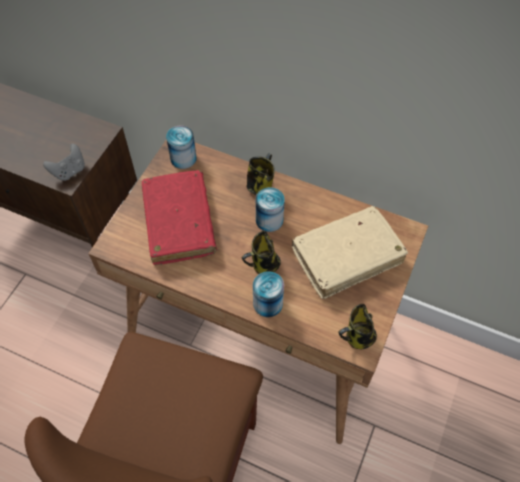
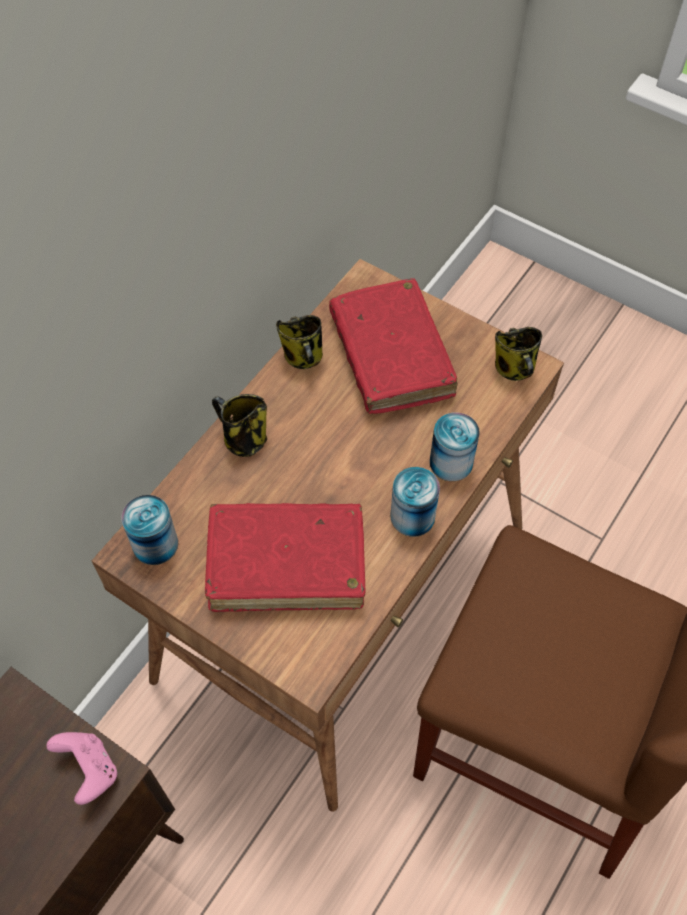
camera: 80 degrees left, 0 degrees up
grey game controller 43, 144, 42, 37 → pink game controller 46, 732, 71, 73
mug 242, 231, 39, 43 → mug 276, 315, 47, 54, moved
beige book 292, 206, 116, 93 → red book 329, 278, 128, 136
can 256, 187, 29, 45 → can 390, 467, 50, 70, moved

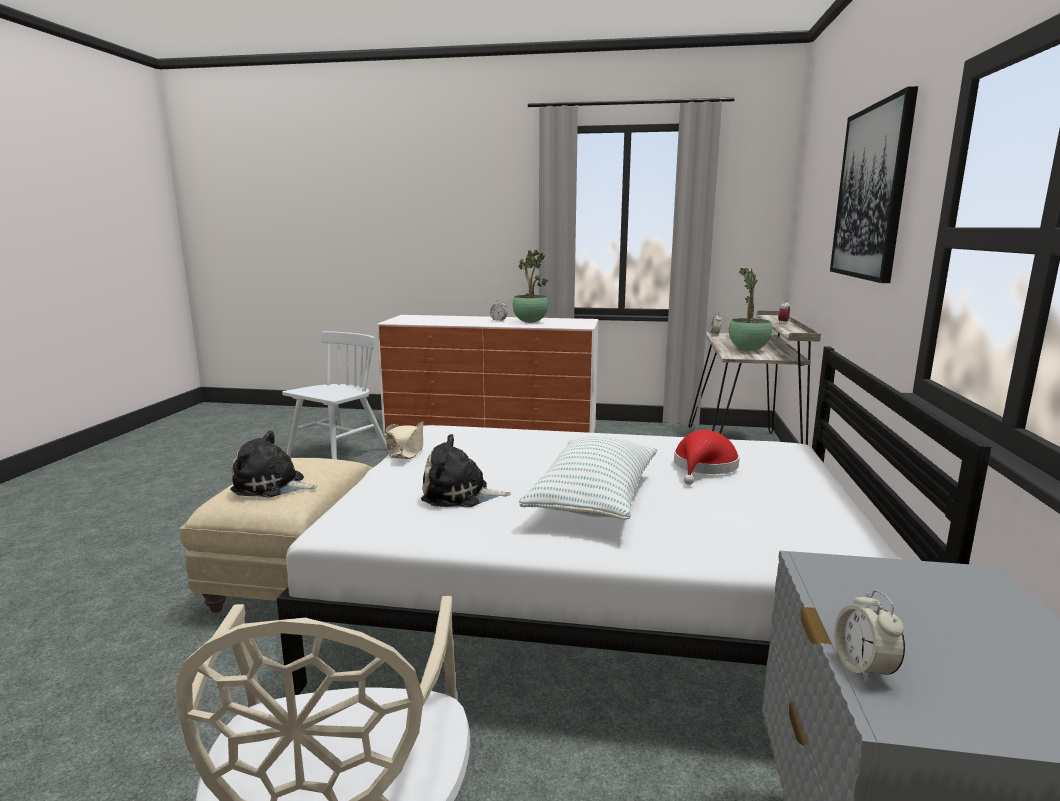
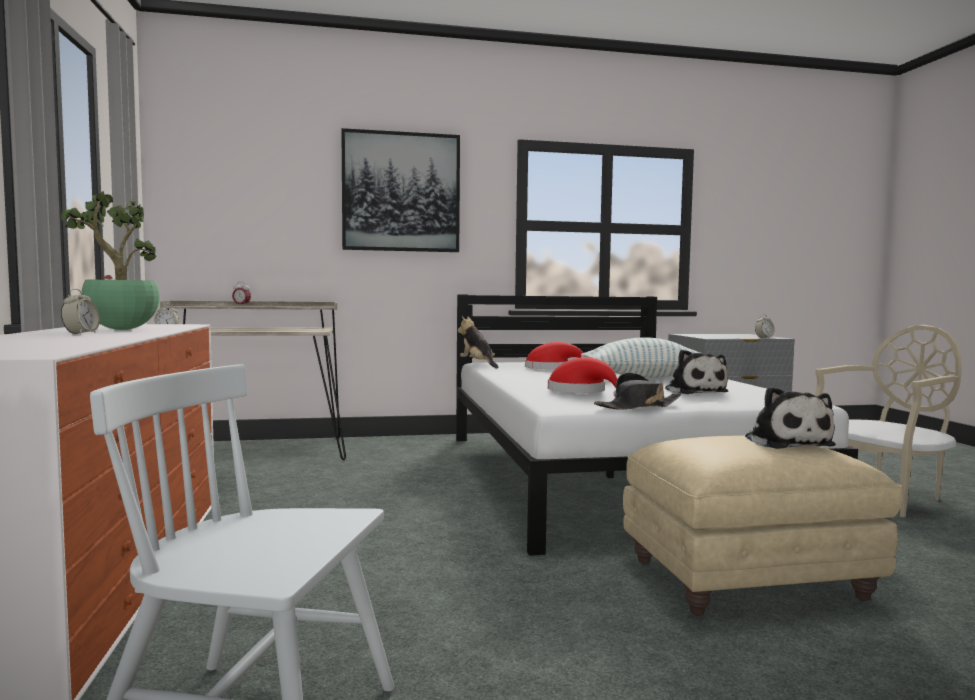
camera: 110 degrees left, 10 degrees down
- → plush toy 458, 316, 40, 52
- → red hat 548, 357, 69, 39
beige hat 386, 422, 37, 37 → black hat 594, 373, 87, 37
potted plant 729, 268, 43, 83 → -

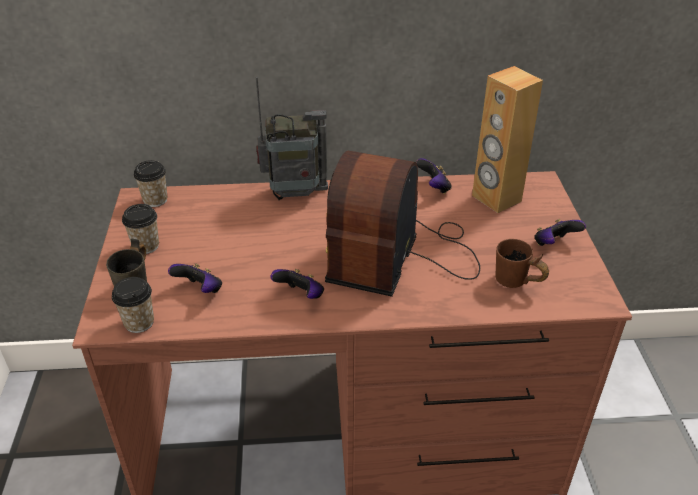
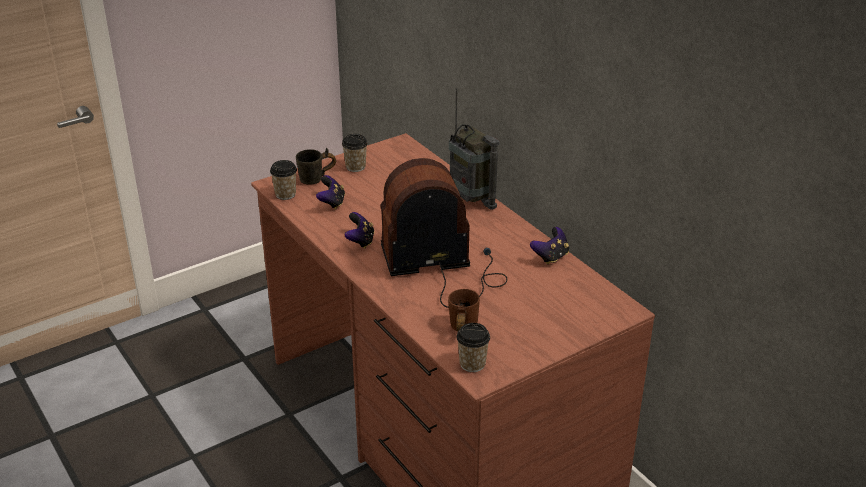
camera: 60 degrees right, 5 degrees down
cup 134, 160, 34, 47 → cup 456, 323, 34, 49, moved
brown speaker 472, 66, 71, 147 → -
game controller 534, 219, 52, 27 → -

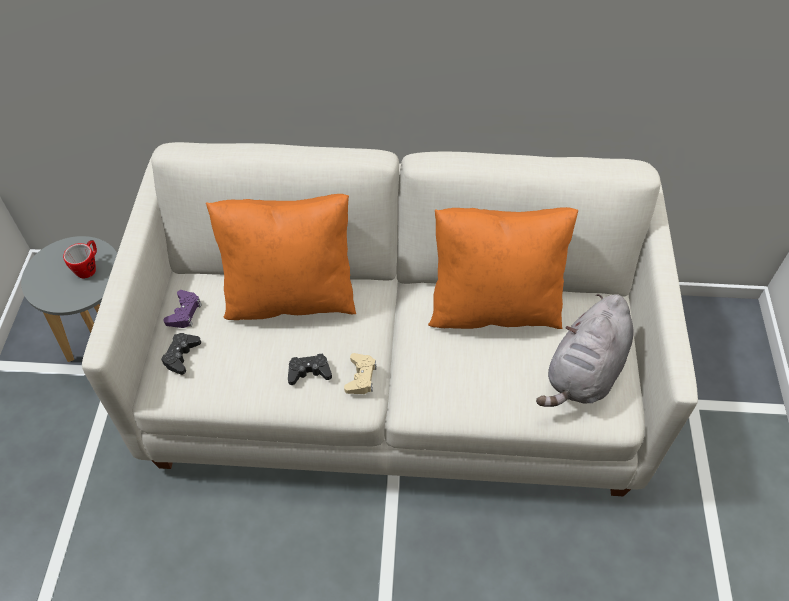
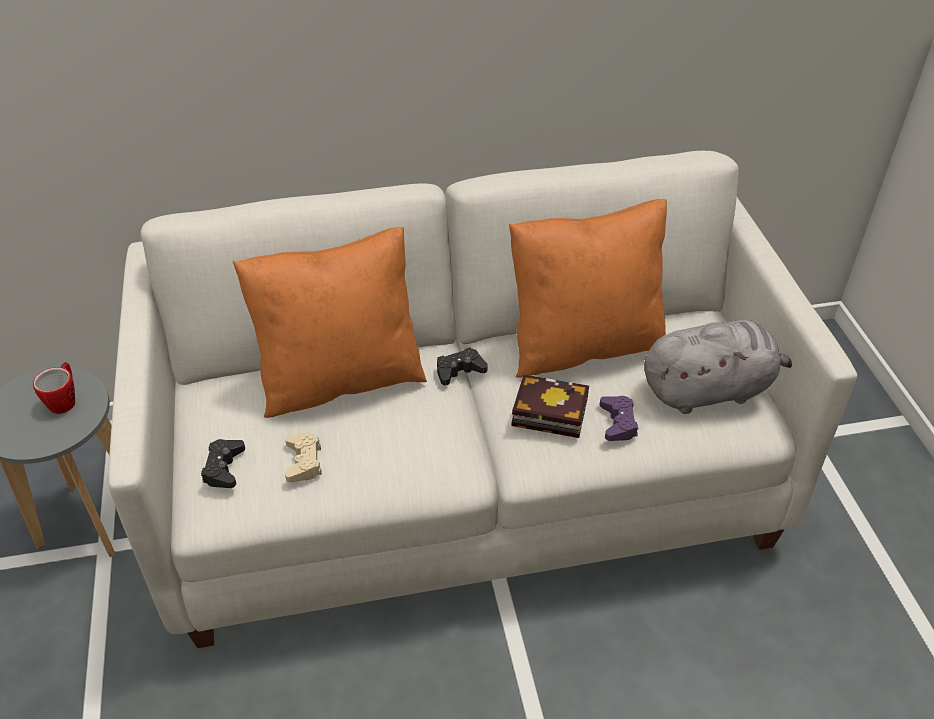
camera: 15 degrees left, 10 degrees down
beige game controller 344, 353, 33, 41 → beige game controller 285, 433, 37, 49, moved
black game controller 288, 353, 44, 32 → black game controller 437, 347, 51, 38, moved
- → book 511, 374, 78, 64
purple game controller 164, 290, 38, 38 → purple game controller 599, 396, 39, 45, moved
grey plush toy 536, 294, 98, 113 → grey plush toy 644, 320, 148, 94, 120 degrees counterclockwise

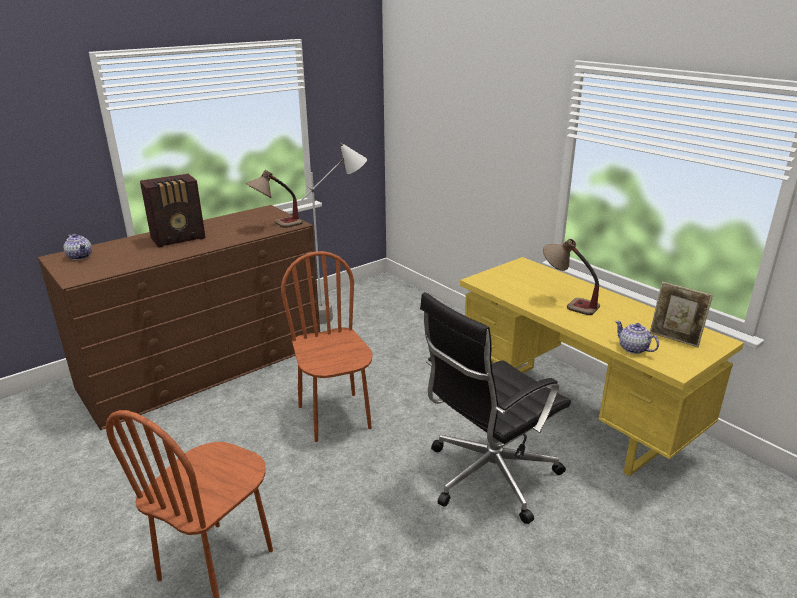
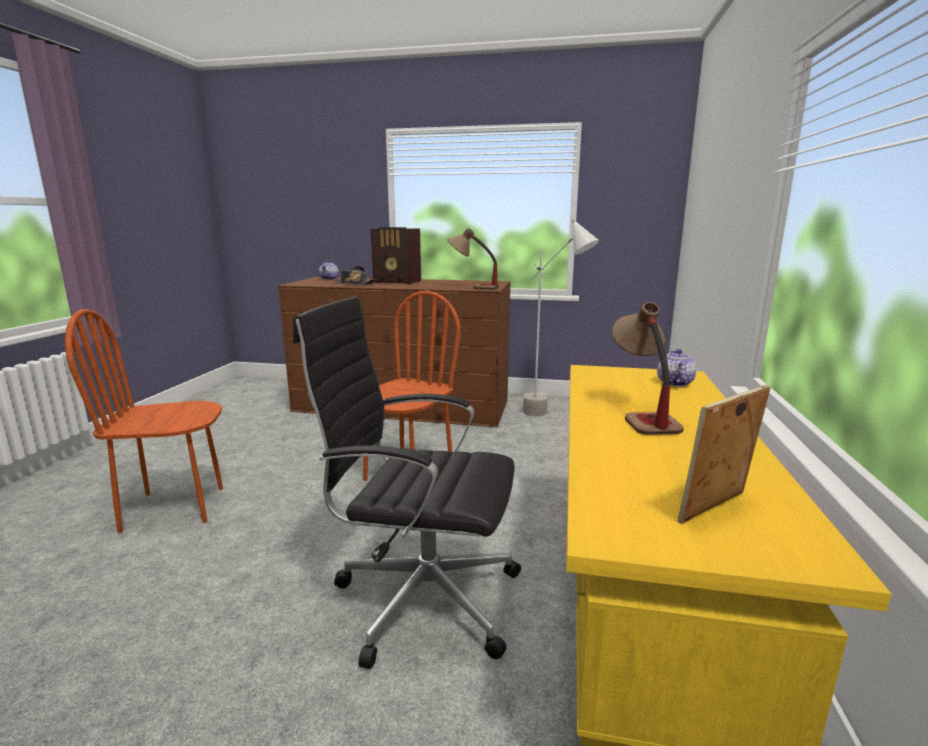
camera: 50 degrees right, 10 degrees down
- → black hat 333, 266, 43, 19
teapot 615, 321, 44, 33 → teapot 657, 349, 39, 38, moved
picture frame 650, 282, 63, 65 → picture frame 678, 385, 93, 139, 60 degrees clockwise

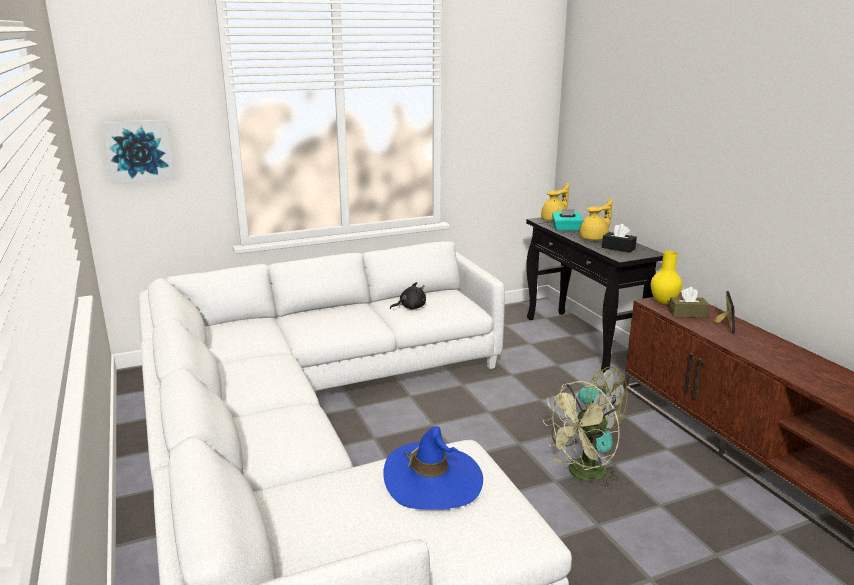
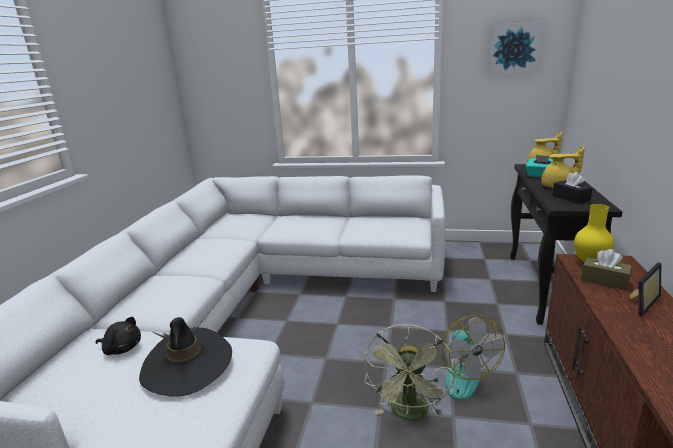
camera: 35 degrees right, 0 degrees up
black plush toy 390, 282, 36, 28 → black plush toy 96, 317, 45, 38, moved
blue hat 383, 426, 100, 84 → black hat 139, 317, 93, 80
green fan 543, 381, 77, 108 → green fan 364, 324, 91, 97, 75 degrees counterclockwise
picture 101, 119, 74, 65 → picture 489, 21, 54, 54, moved

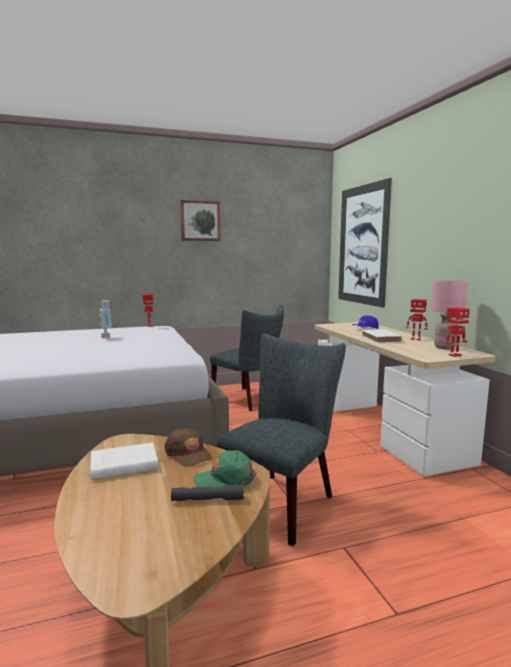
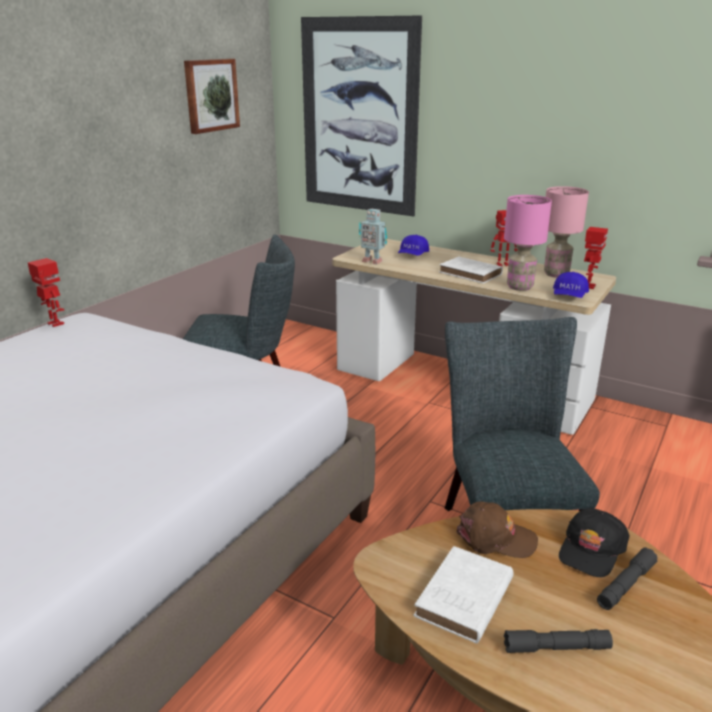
camera: 40 degrees left, 15 degrees up
picture 180, 200, 40, 41 → picture 184, 59, 56, 75, moved
toy robot 99, 301, 15, 37 → toy robot 359, 209, 28, 55, moved
- → pink table lamp 504, 195, 48, 96
- → grey flashlight 504, 629, 109, 24
- → blue cap 553, 272, 36, 26
green cap 194, 450, 63, 38 → black cap 559, 508, 70, 69

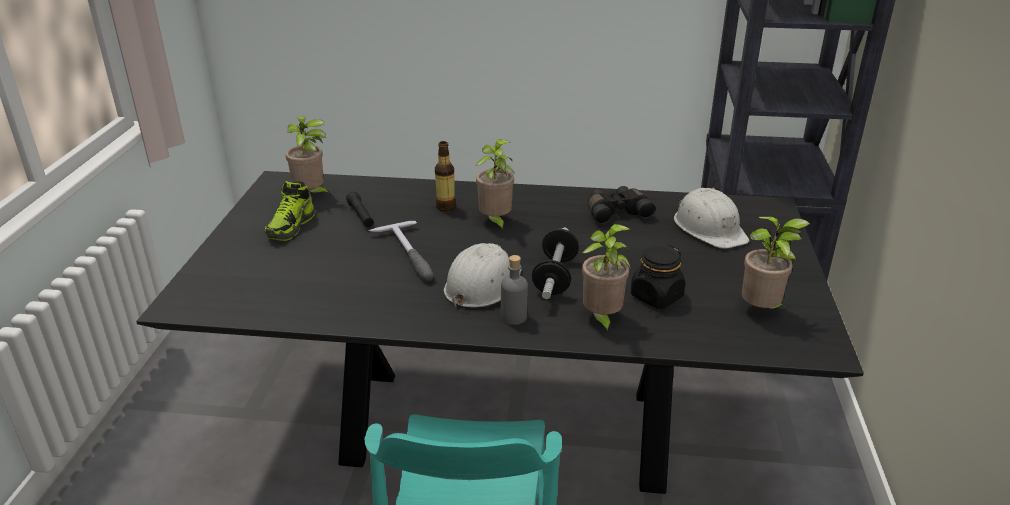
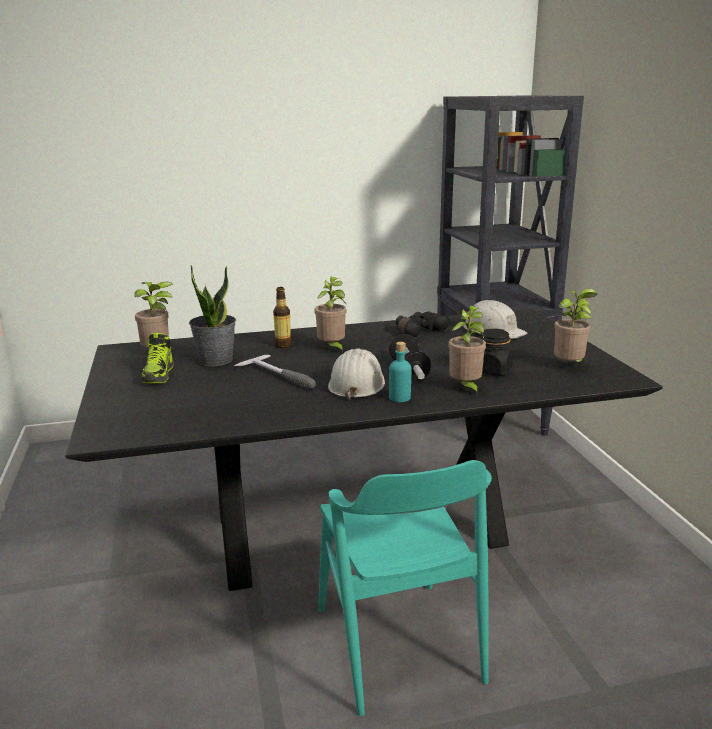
camera: 20 degrees left, 10 degrees down
black flashlight 346, 192, 28, 35 → potted plant 189, 265, 47, 101
grey bottle 501, 255, 27, 70 → turquoise bottle 389, 342, 22, 60

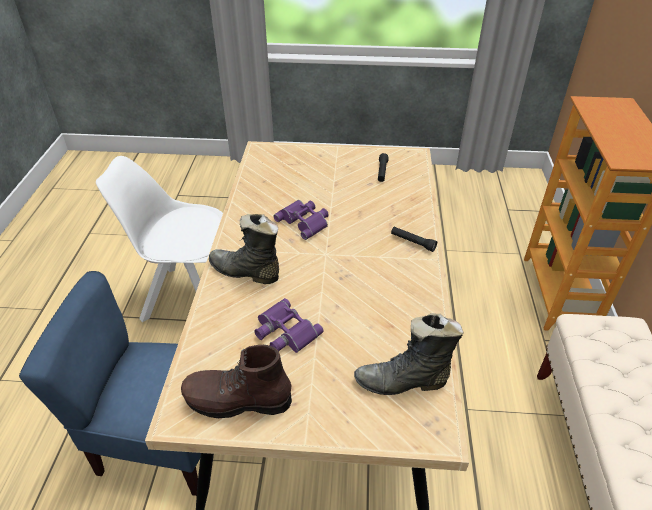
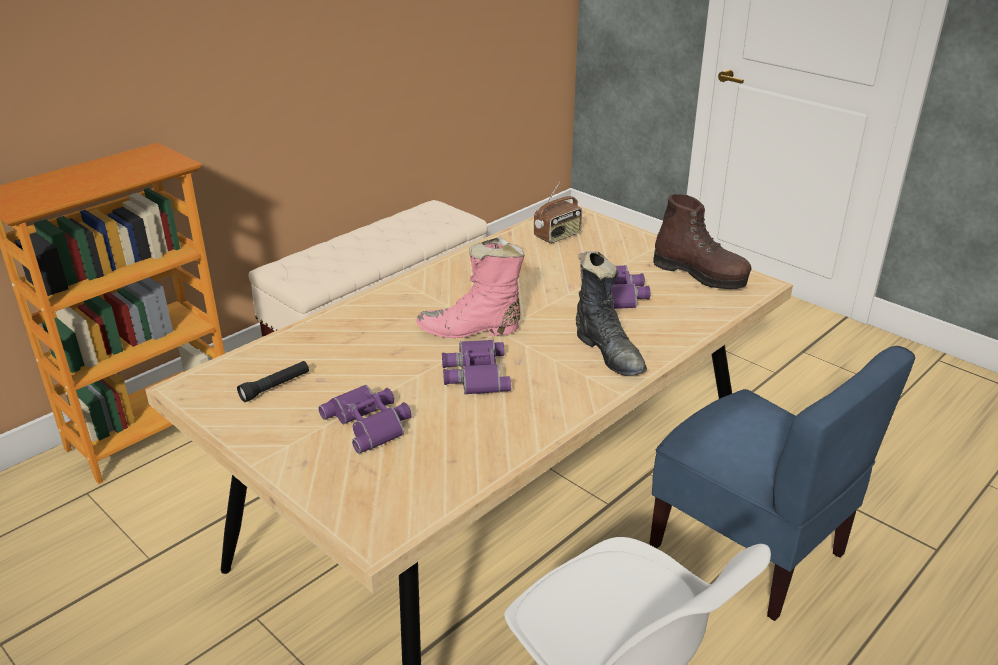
camera: 140 degrees left, 10 degrees down
- → purple binoculars 318, 385, 94, 69
- → pink boot 416, 236, 109, 102
black boot 354, 314, 110, 81 → radio 534, 181, 48, 62
black flashlight 391, 227, 46, 25 → -

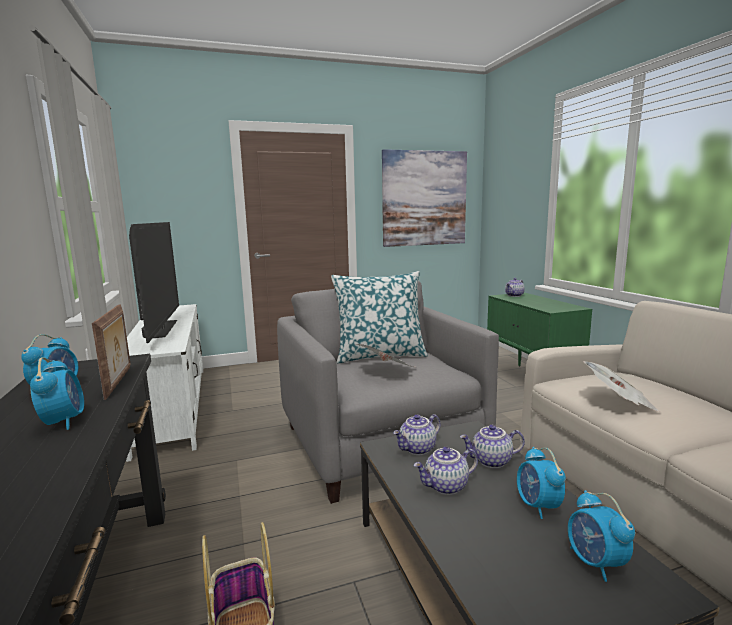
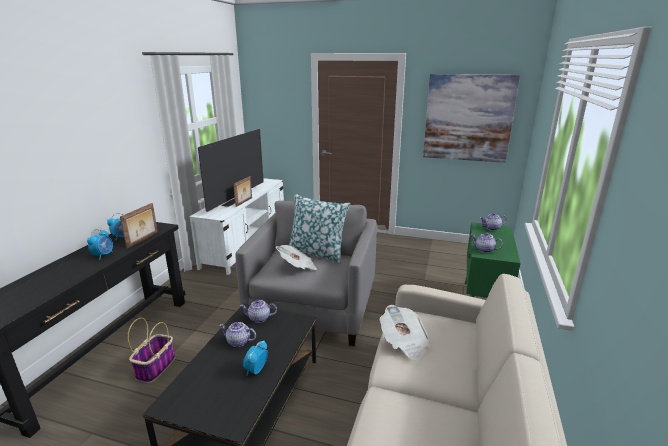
camera: 35 degrees right, 10 degrees up
- → picture frame 233, 176, 19, 31
teapot 460, 425, 65, 43 → teapot 470, 233, 33, 20, moved
alarm clock 568, 490, 67, 92 → -

